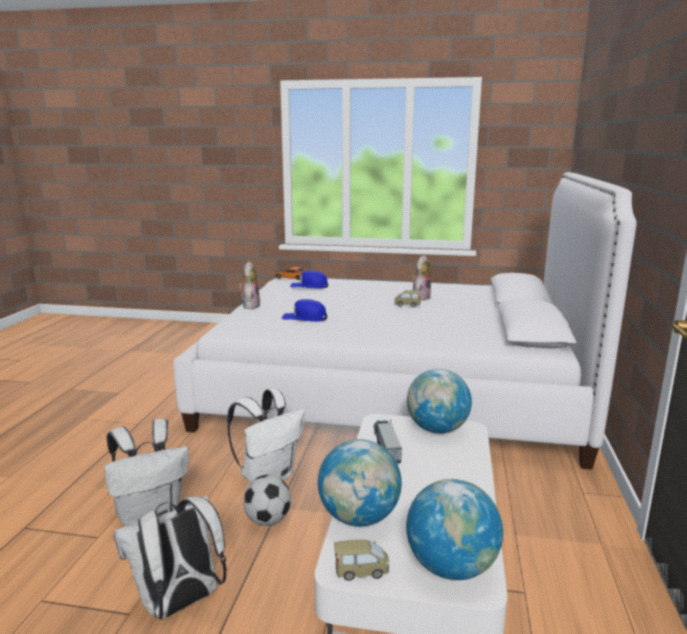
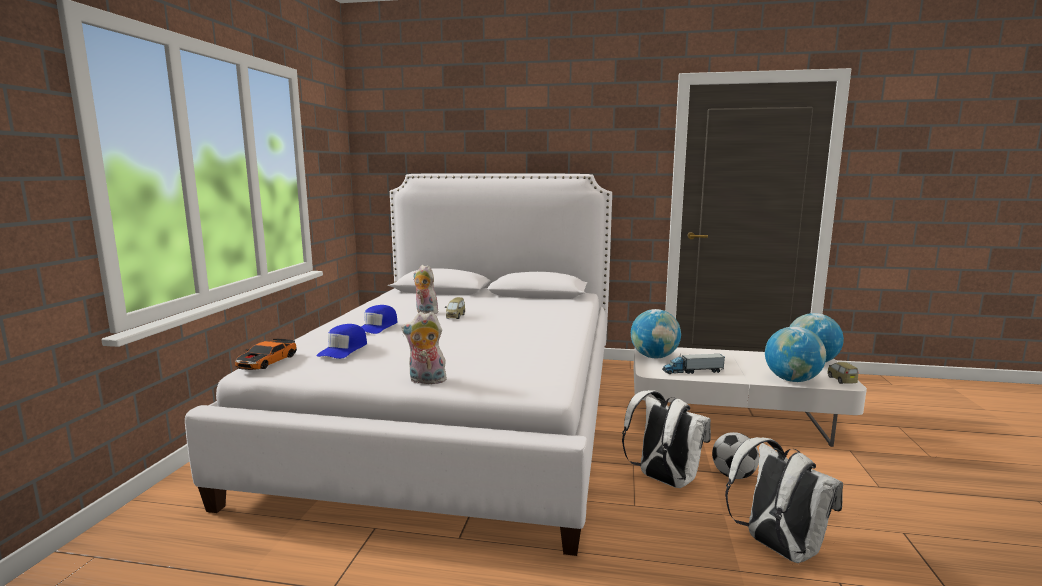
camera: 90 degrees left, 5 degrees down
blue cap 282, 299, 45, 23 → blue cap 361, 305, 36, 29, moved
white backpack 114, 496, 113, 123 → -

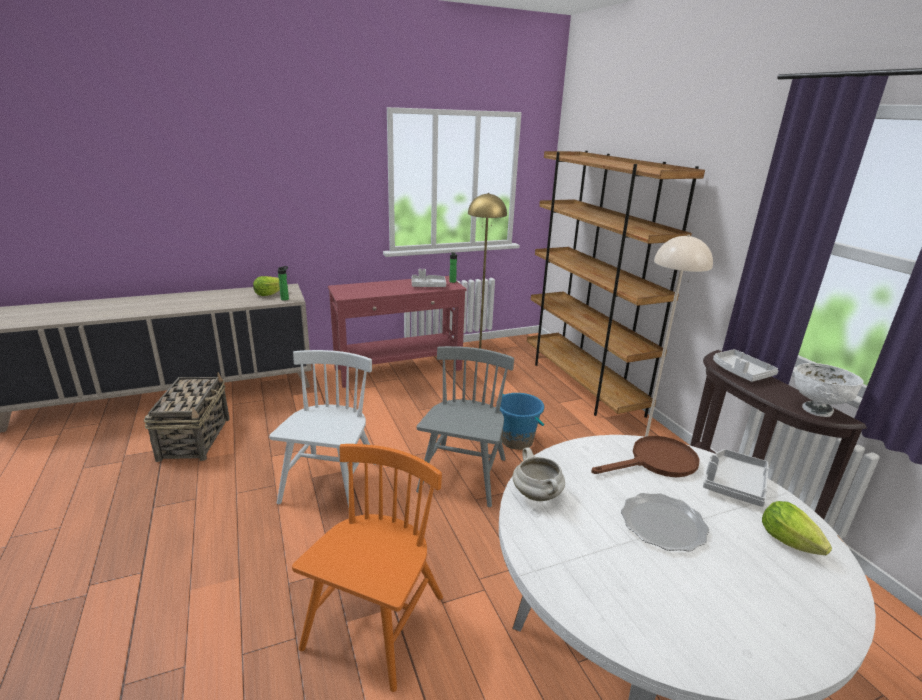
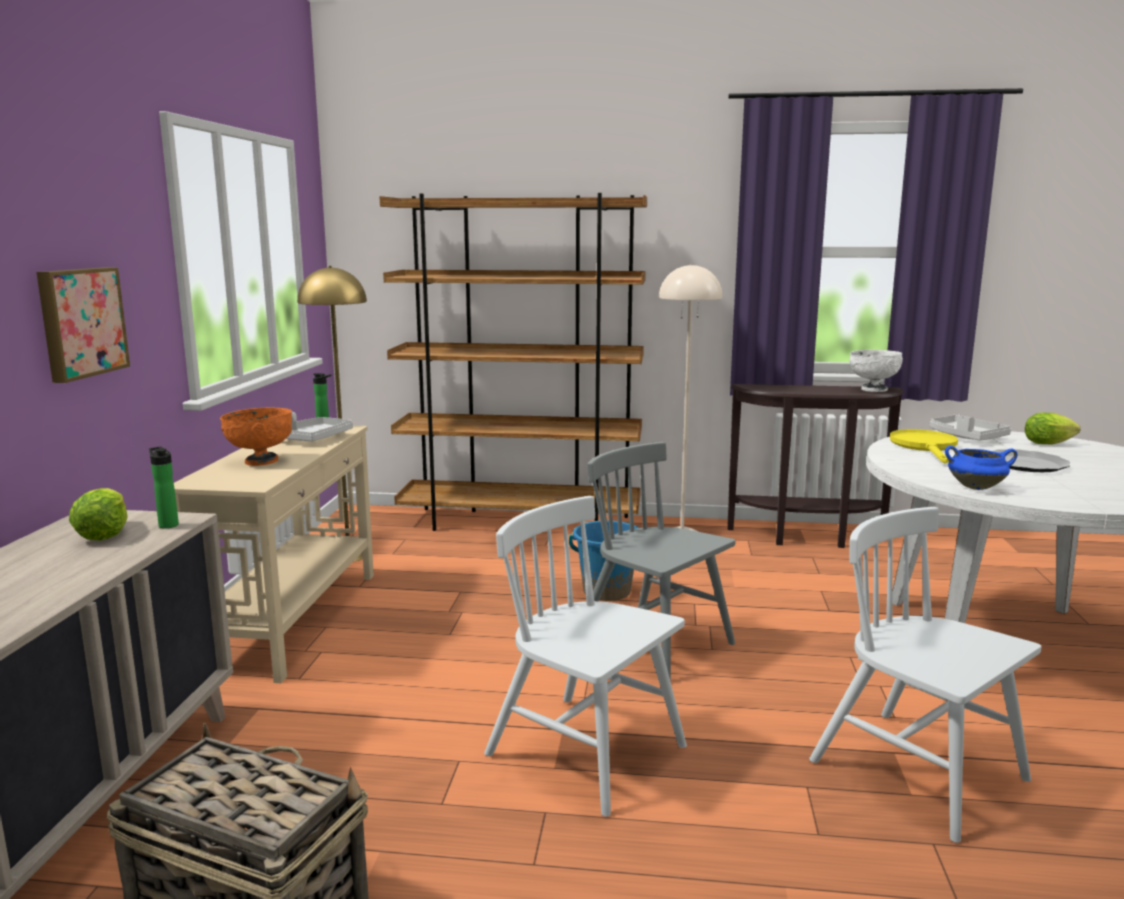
camera: 60 degrees left, 10 degrees down
- → picture 36, 267, 94, 116
red console table 328, 276, 139, 112 → beige console table 174, 426, 200, 257
- → orange bowl 220, 407, 72, 59
orange chair 292, 444, 151, 248 → white chair 809, 507, 232, 336
brown frying pan 591, 436, 109, 41 → yellow frying pan 890, 429, 68, 34
white cooking pot 513, 447, 52, 54 → blue cooking pot 945, 445, 72, 45
grey tray 713, 349, 66, 33 → -

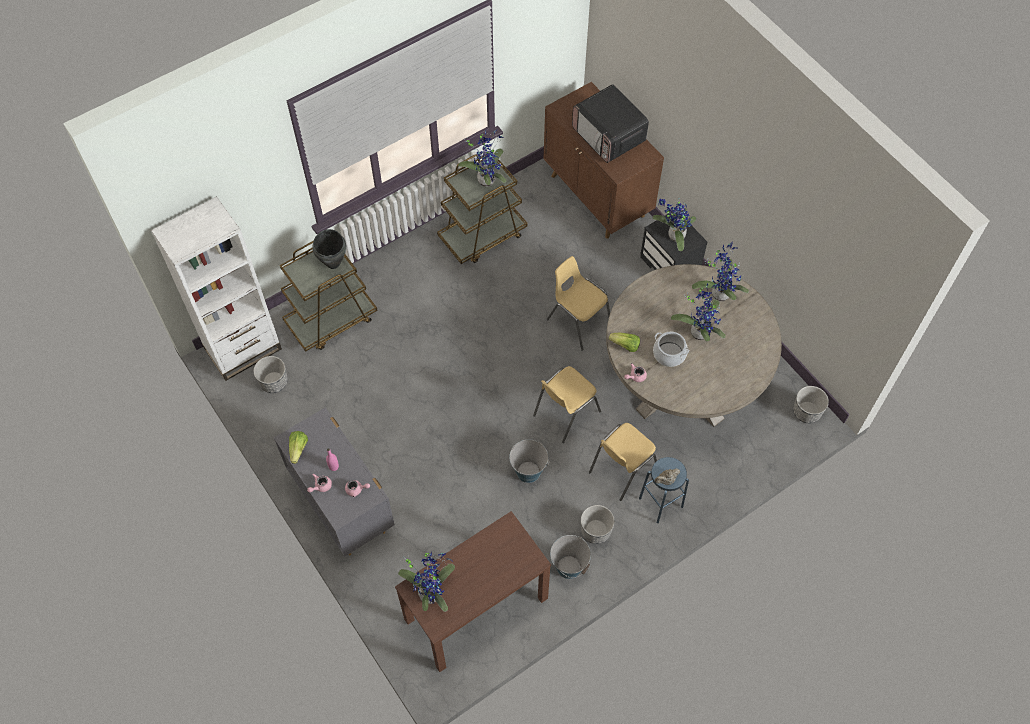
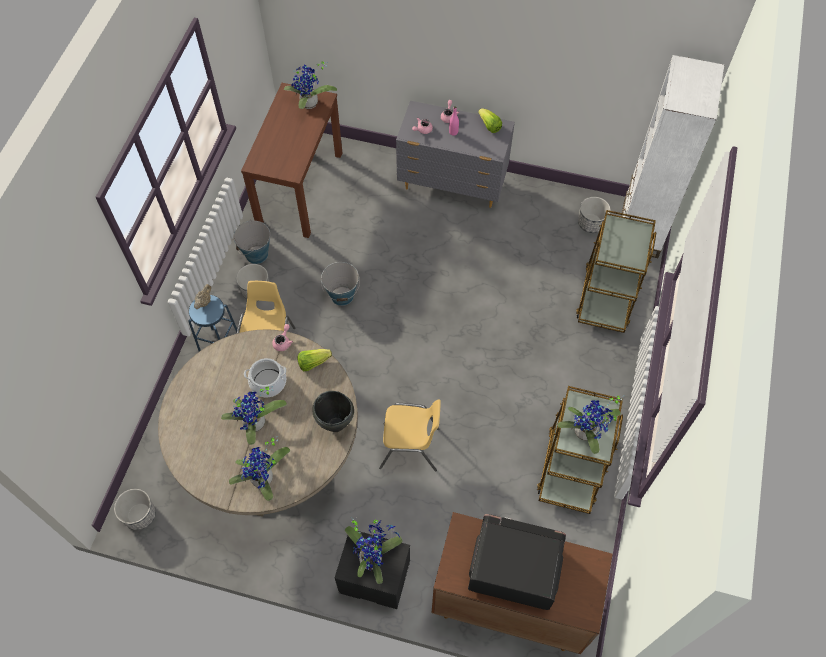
camera: 140 degrees right, 0 degrees up
black cooking pot 312, 229, 34, 40 → black cooking pot 312, 391, 42, 41, moved
yellow chair 533, 366, 68, 77 → -

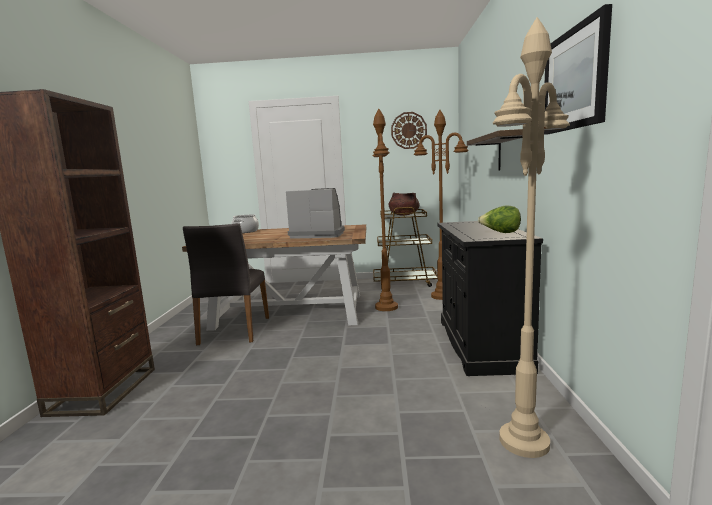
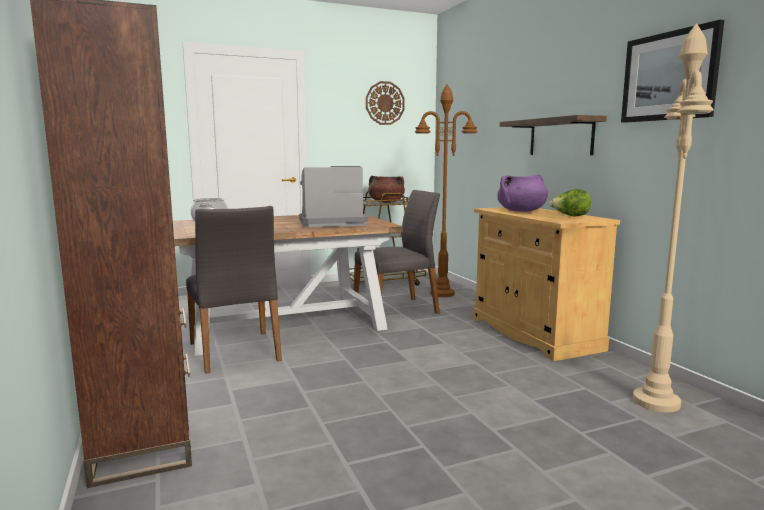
camera: 25 degrees left, 0 degrees up
brown floor lamp 373, 109, 25, 202 → grey chair 354, 190, 86, 124
black cabinet 437, 221, 106, 155 → beige cabinet 473, 207, 147, 154
- → purple cooking pot 497, 175, 51, 37

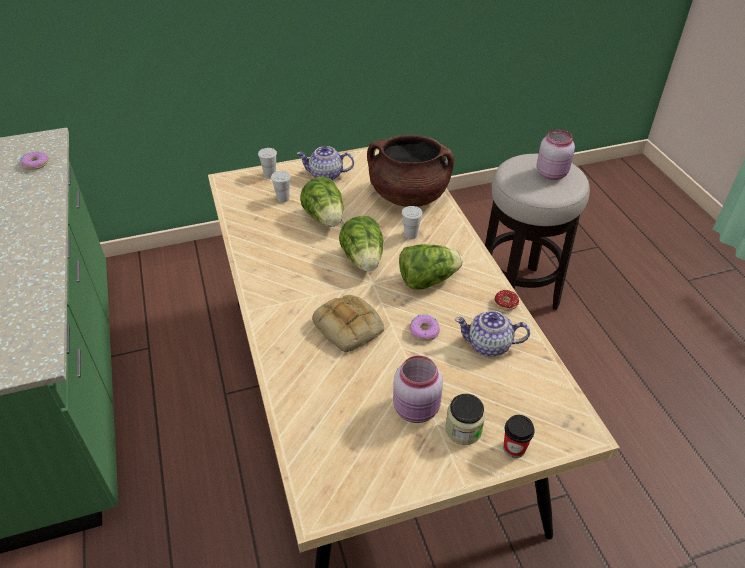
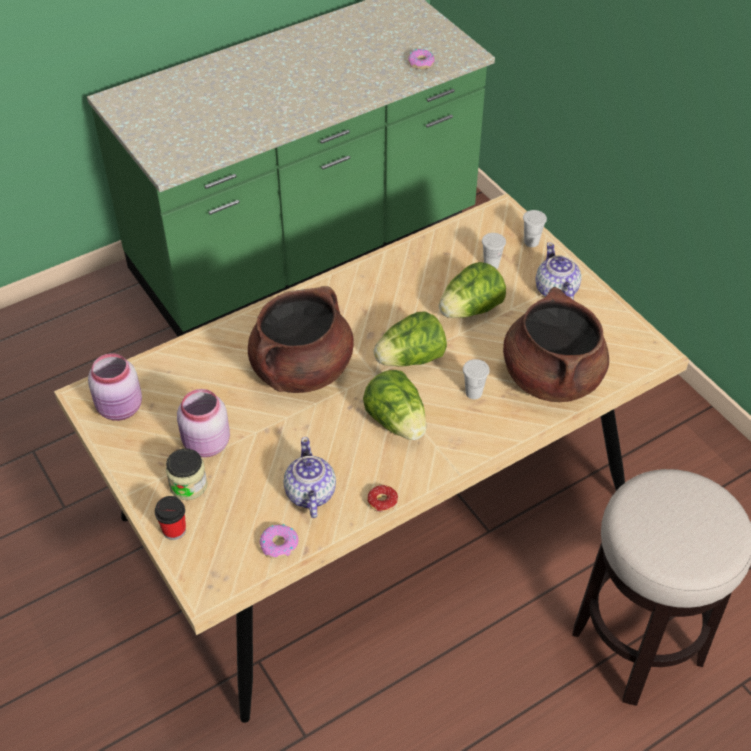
camera: 75 degrees right, 5 degrees up
pink jar 536, 130, 39, 50 → pink jar 88, 353, 54, 68, moved
bread 312, 295, 72, 57 → brown cooking pot 248, 286, 106, 107
donut 410, 314, 30, 27 → donut 259, 524, 40, 35, moved

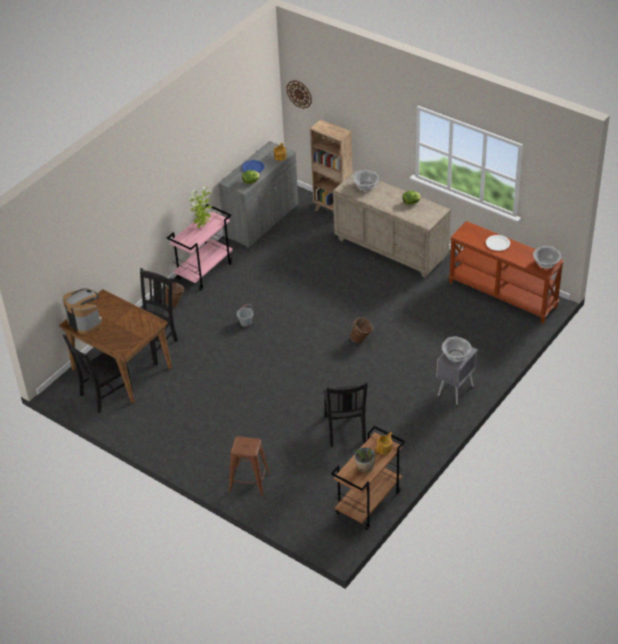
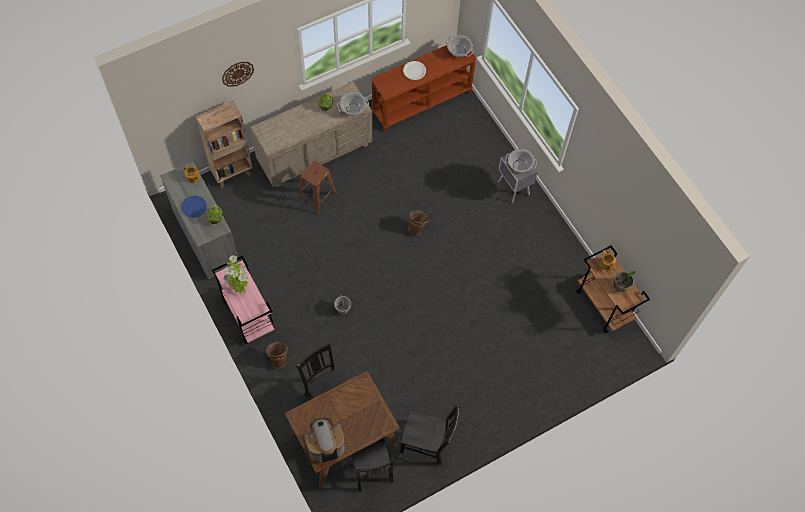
camera: 70 degrees left, 20 degrees up
wall clock 287, 80, 25, 29 → wall clock 222, 62, 32, 25, moved
brown stool 229, 436, 41, 61 → brown stool 297, 161, 40, 54, moved
cooking pot 353, 170, 26, 21 → cooking pot 337, 92, 32, 24, moved
black chair 323, 382, 45, 65 → black chair 400, 405, 60, 60, moved

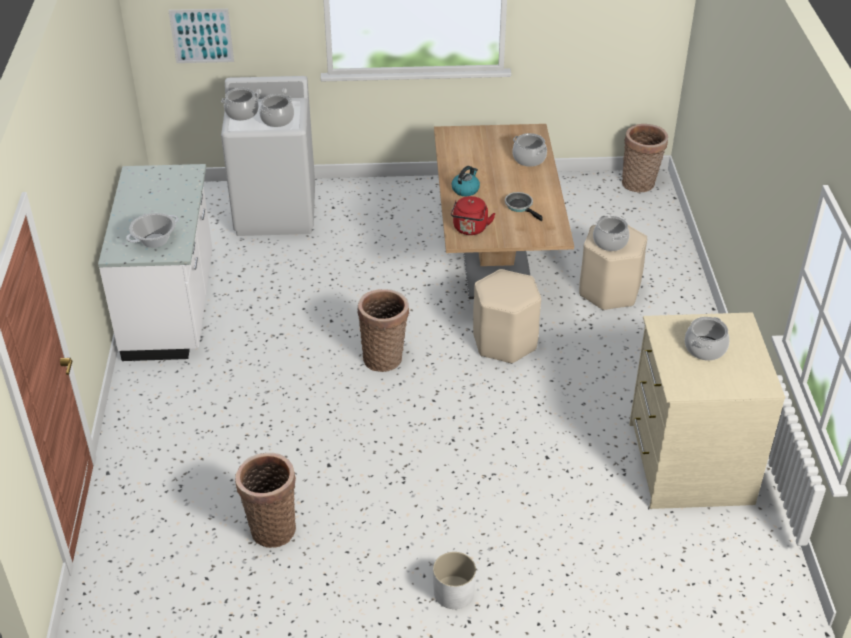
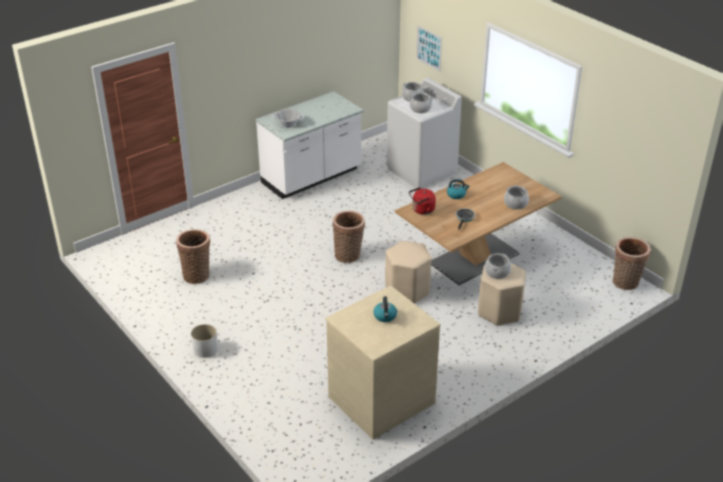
camera: 55 degrees right, 5 degrees down
cooking pot 685, 317, 45, 44 → kettle 373, 296, 24, 26

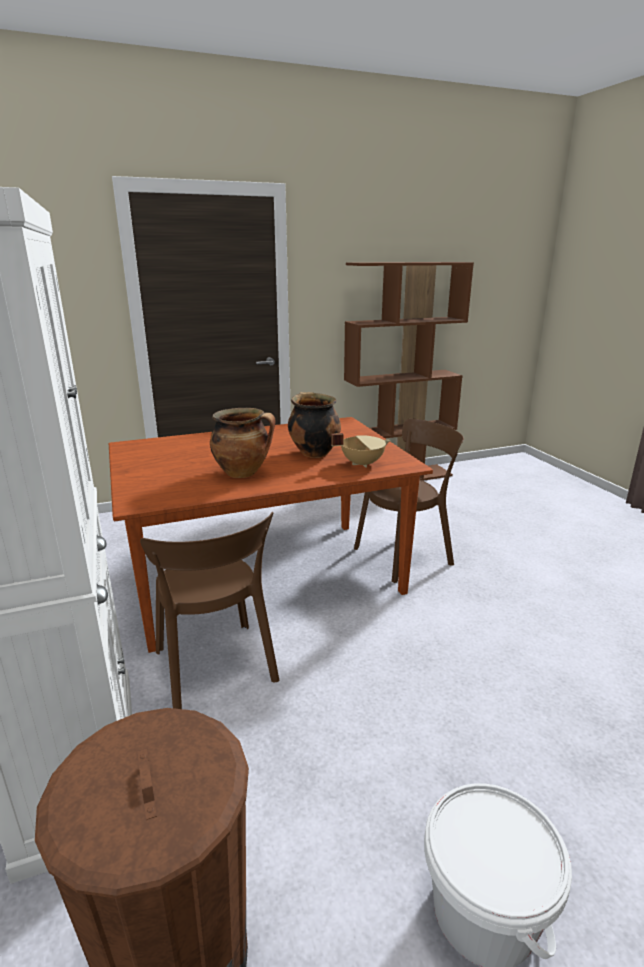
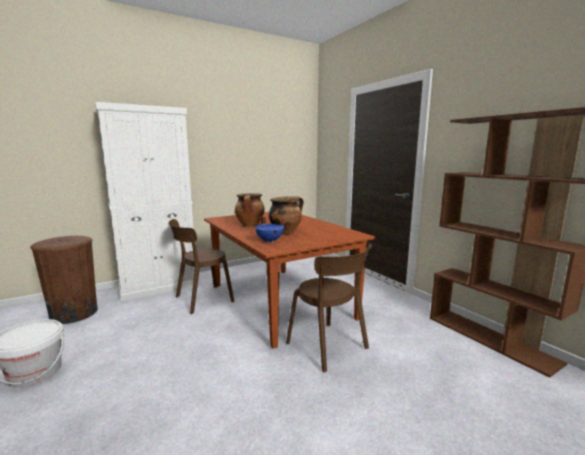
camera: 80 degrees right, 10 degrees down
beige cooking pot 331, 433, 59, 35 → blue cooking pot 255, 216, 29, 27

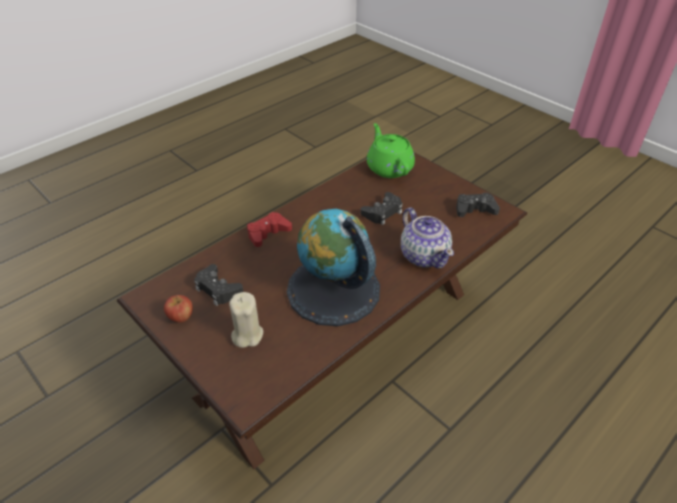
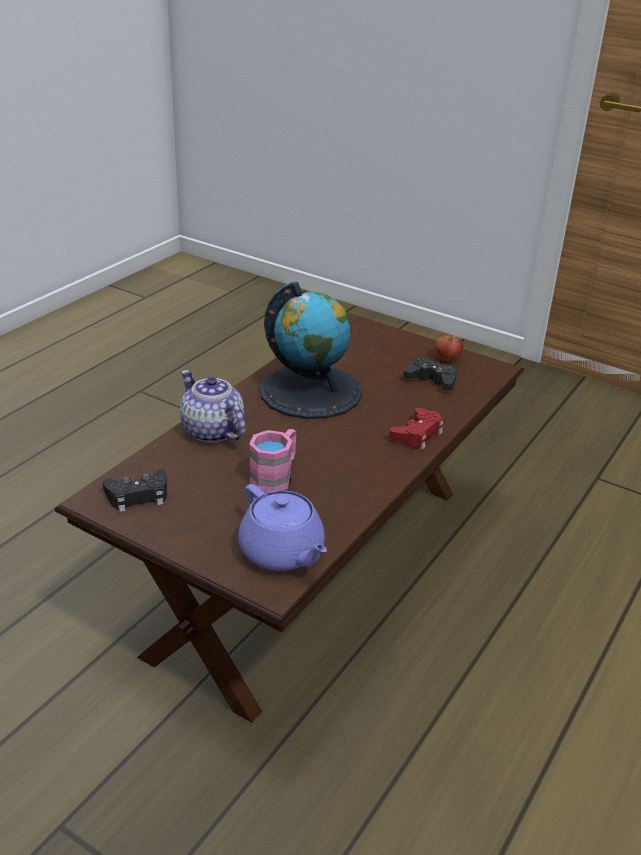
camera: 165 degrees right, 10 degrees down
green teapot 367, 123, 48, 55 → purple teapot 238, 484, 89, 87
black game controller 360, 192, 42, 33 → pink mug 249, 429, 47, 64
beige candle 229, 292, 34, 56 → -

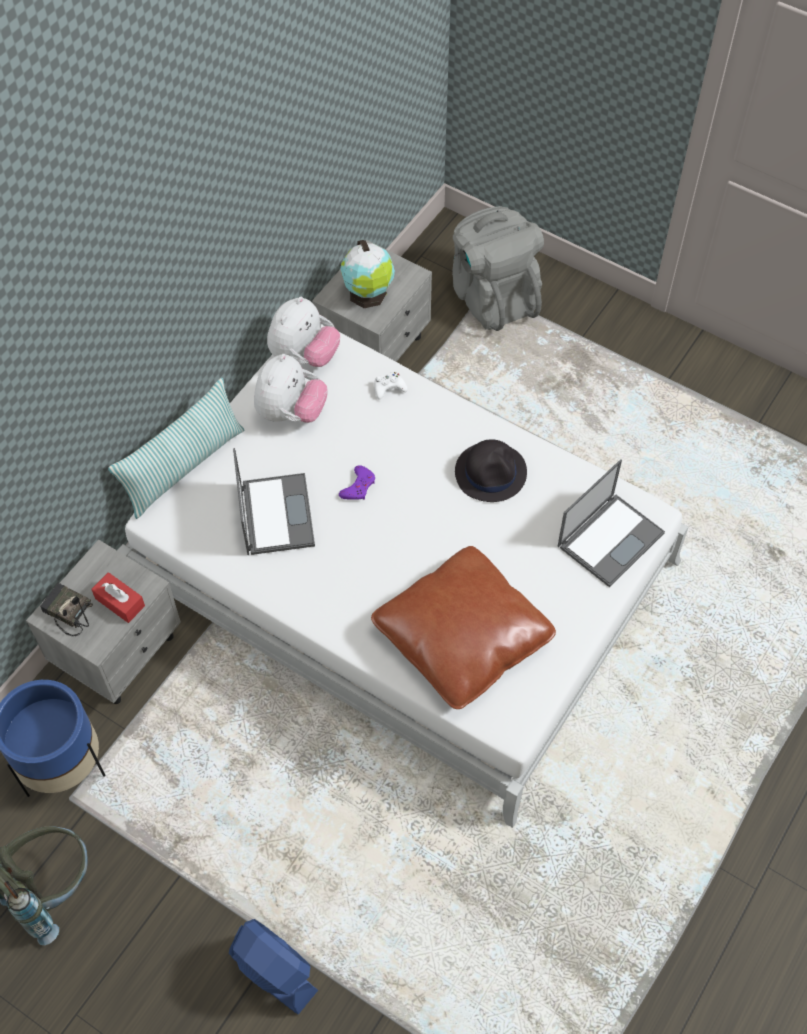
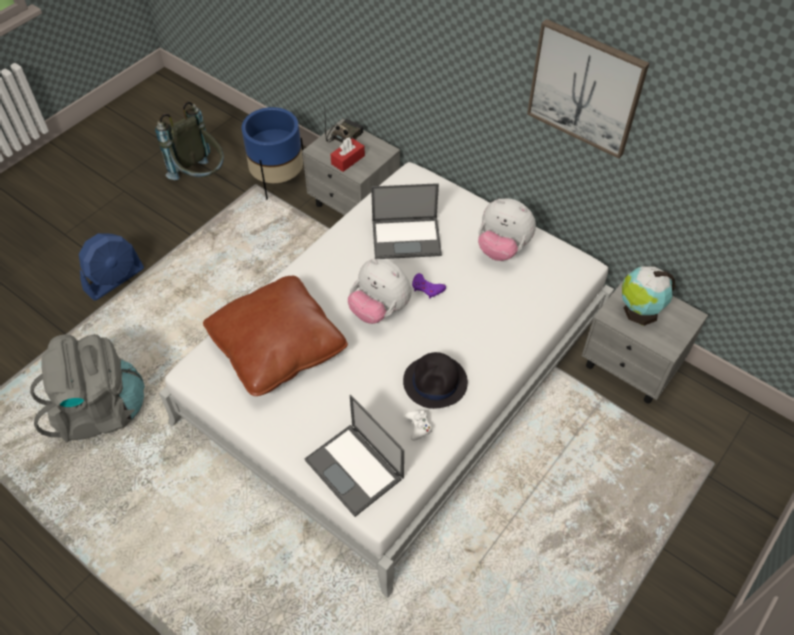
camera: 95 degrees right, 5 degrees down
grey backpack 452, 206, 92, 125 → grey backpack 30, 334, 115, 108, moved
plush toy 267, 297, 73, 70 → plush toy 348, 259, 63, 65, moved
white game controller 374, 372, 34, 28 → white game controller 404, 410, 28, 31, moved
- → picture 527, 19, 122, 140
pillow 108, 378, 136, 141 → -

